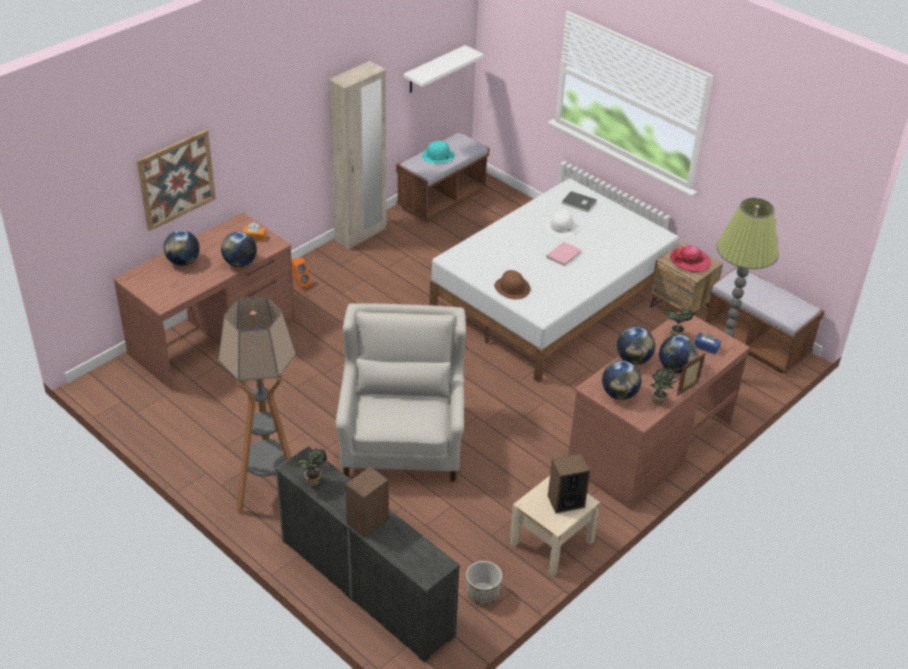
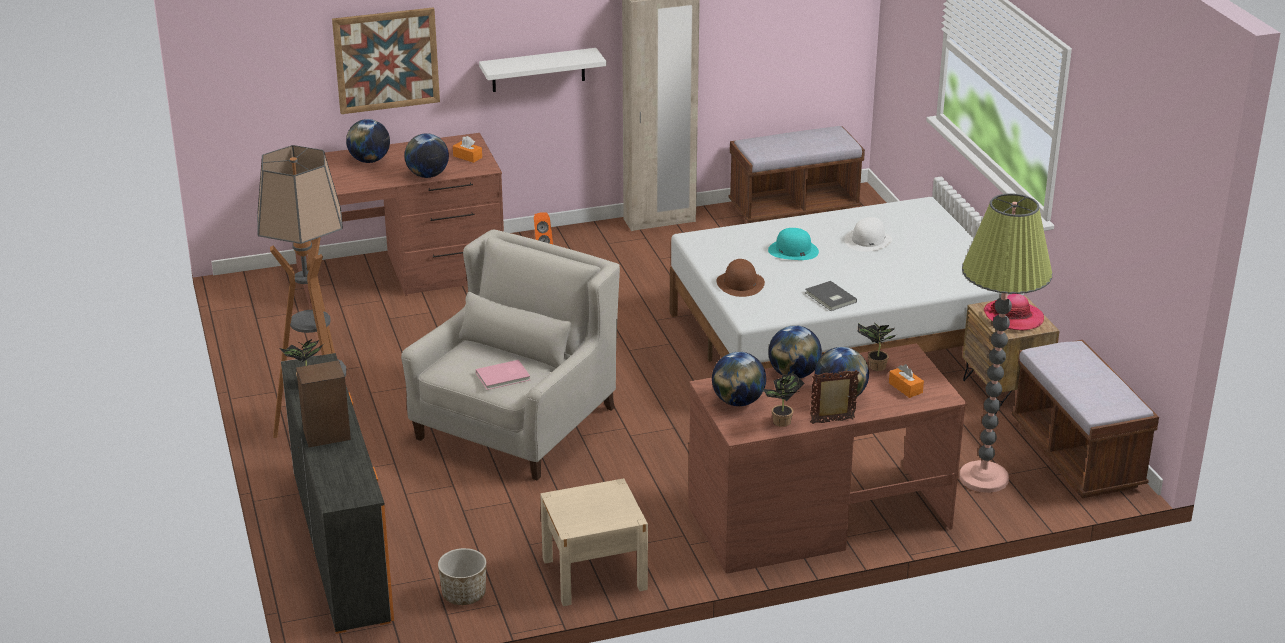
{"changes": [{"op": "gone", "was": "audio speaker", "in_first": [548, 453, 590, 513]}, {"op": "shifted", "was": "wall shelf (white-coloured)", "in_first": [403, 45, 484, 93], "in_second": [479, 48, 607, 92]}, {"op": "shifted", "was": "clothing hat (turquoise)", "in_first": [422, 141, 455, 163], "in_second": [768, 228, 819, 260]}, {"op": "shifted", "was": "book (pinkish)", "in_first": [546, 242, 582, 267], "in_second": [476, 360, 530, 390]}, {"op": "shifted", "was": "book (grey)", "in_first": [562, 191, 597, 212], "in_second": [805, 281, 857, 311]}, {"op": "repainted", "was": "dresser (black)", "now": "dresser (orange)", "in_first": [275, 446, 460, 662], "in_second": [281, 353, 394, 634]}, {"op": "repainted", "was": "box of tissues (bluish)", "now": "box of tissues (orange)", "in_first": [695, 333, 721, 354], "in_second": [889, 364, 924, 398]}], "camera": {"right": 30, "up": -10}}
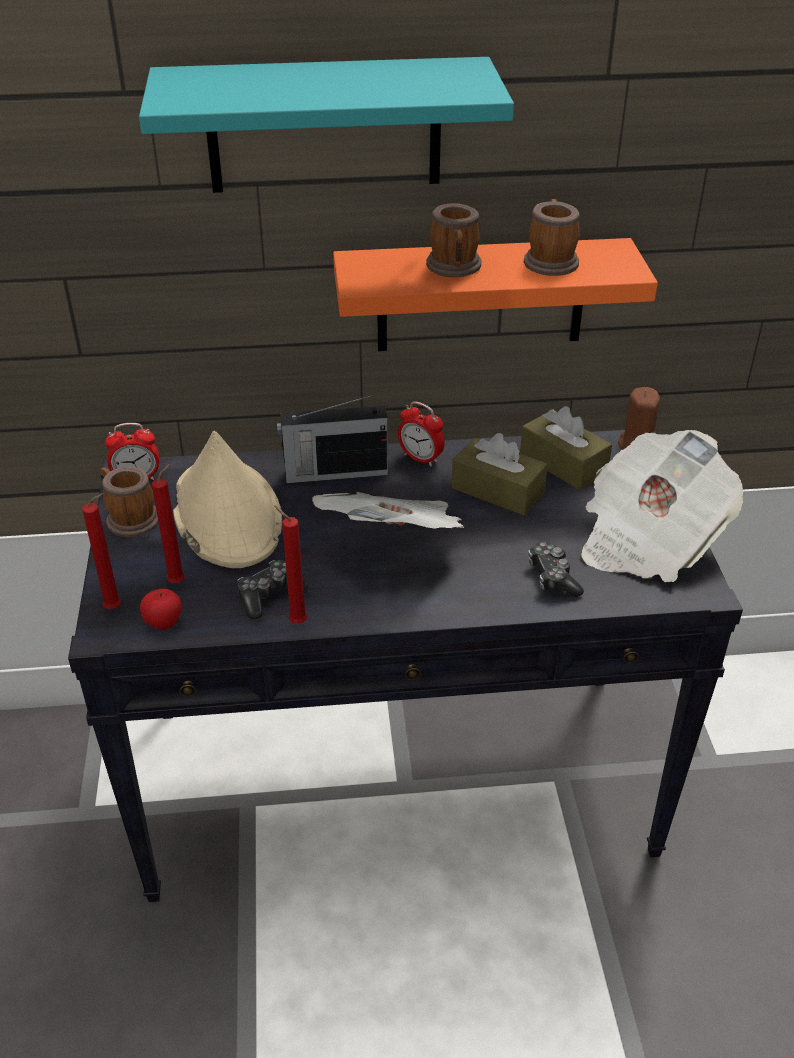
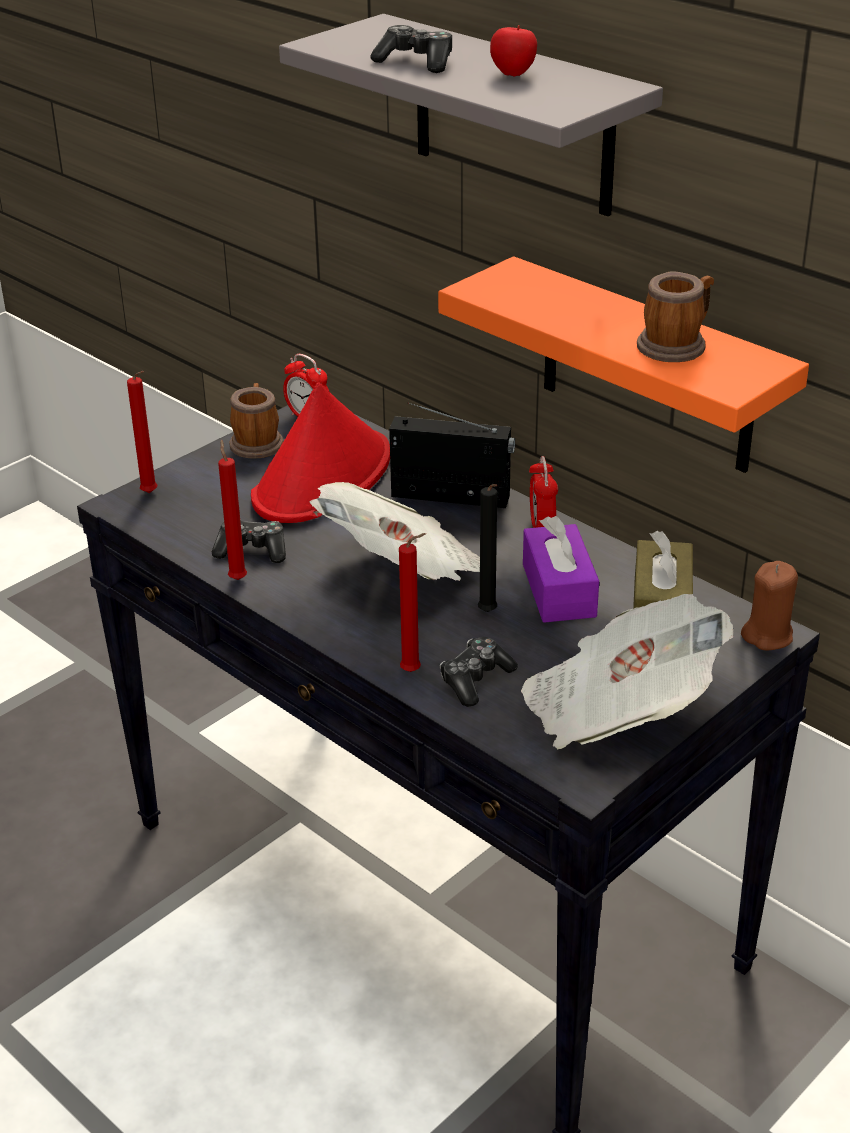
{"changes": [{"op": "gone", "was": "tea mug", "in_first": [426, 203, 481, 277]}, {"op": "new", "now": "game controller", "in_second": [370, 25, 452, 73]}, {"op": "new", "now": "wax candle (black)", "in_second": [478, 484, 497, 612]}, {"op": "shifted", "was": "apple fruit", "in_first": [140, 589, 182, 630], "in_second": [490, 25, 537, 77]}, {"op": "shifted", "was": "wax candle (red)", "in_first": [152, 464, 185, 583], "in_second": [399, 533, 426, 672]}, {"op": "repainted", "was": "wall shelf (turquoise)", "now": "wall shelf (grey)", "in_first": [139, 57, 514, 193], "in_second": [279, 14, 663, 216]}, {"op": "repainted", "was": "clothing hat (beige-coloured)", "now": "clothing hat (red)", "in_first": [173, 431, 282, 568], "in_second": [251, 382, 390, 523]}, {"op": "repainted", "was": "box of tissues (brown-coloured)", "now": "box of tissues (purple)", "in_first": [451, 433, 548, 516], "in_second": [523, 516, 599, 623]}, {"op": "rotated", "was": "radio", "in_first": [277, 395, 388, 483], "in_second": [389, 403, 515, 508], "clockwise": 150}], "camera": {"right": 50, "up": -5}}
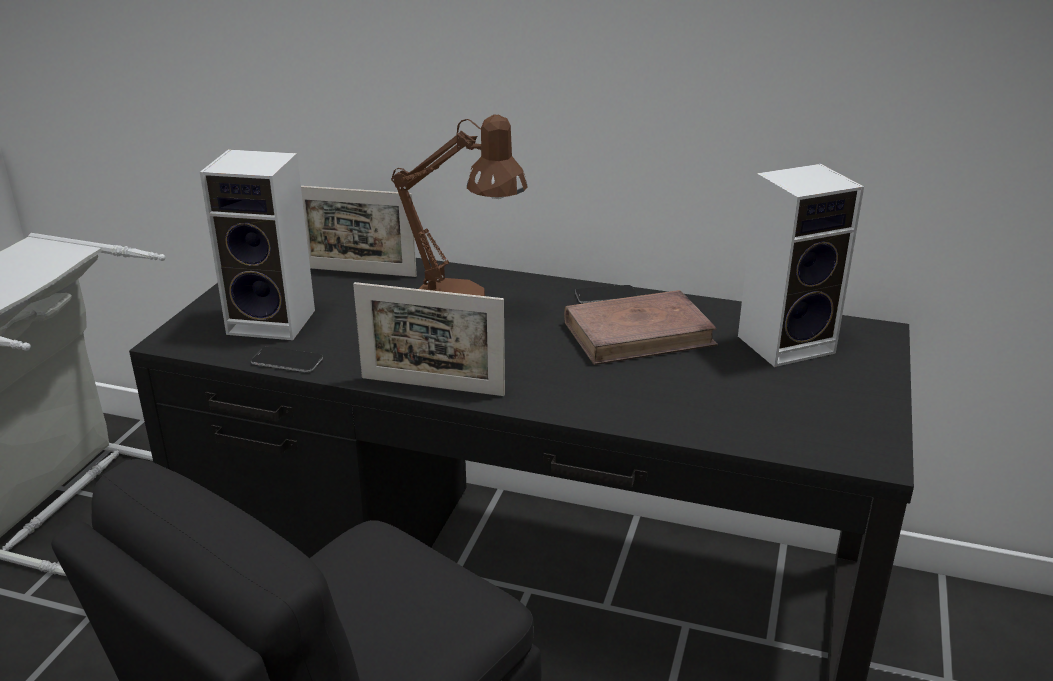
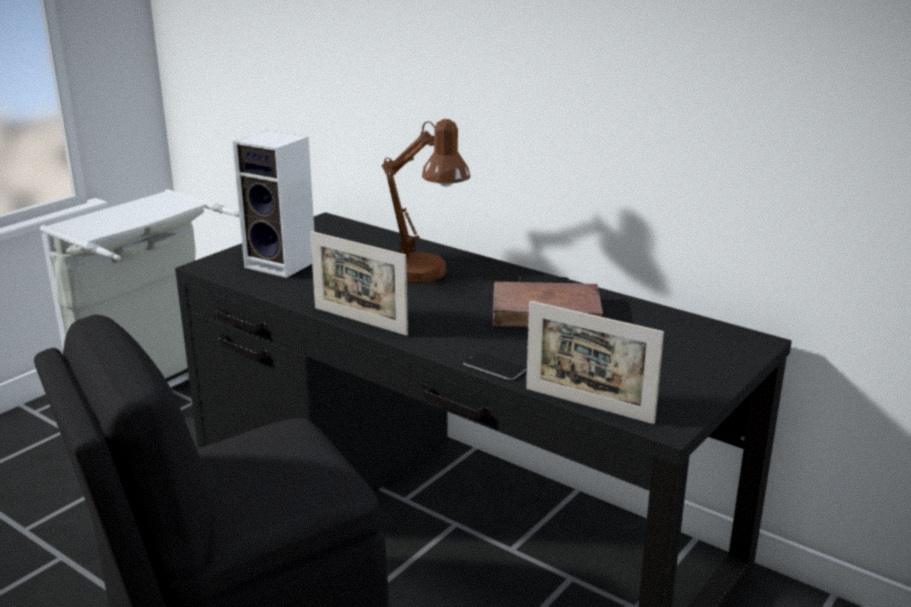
{"changes": [{"op": "gone", "was": "audio speaker", "in_first": [738, 164, 864, 367]}, {"op": "shifted", "was": "telephone", "in_first": [251, 347, 323, 372], "in_second": [463, 352, 526, 380]}, {"op": "shifted", "was": "picture frame", "in_first": [301, 186, 417, 277], "in_second": [526, 301, 664, 424]}], "camera": {"right": 20, "up": -5}}
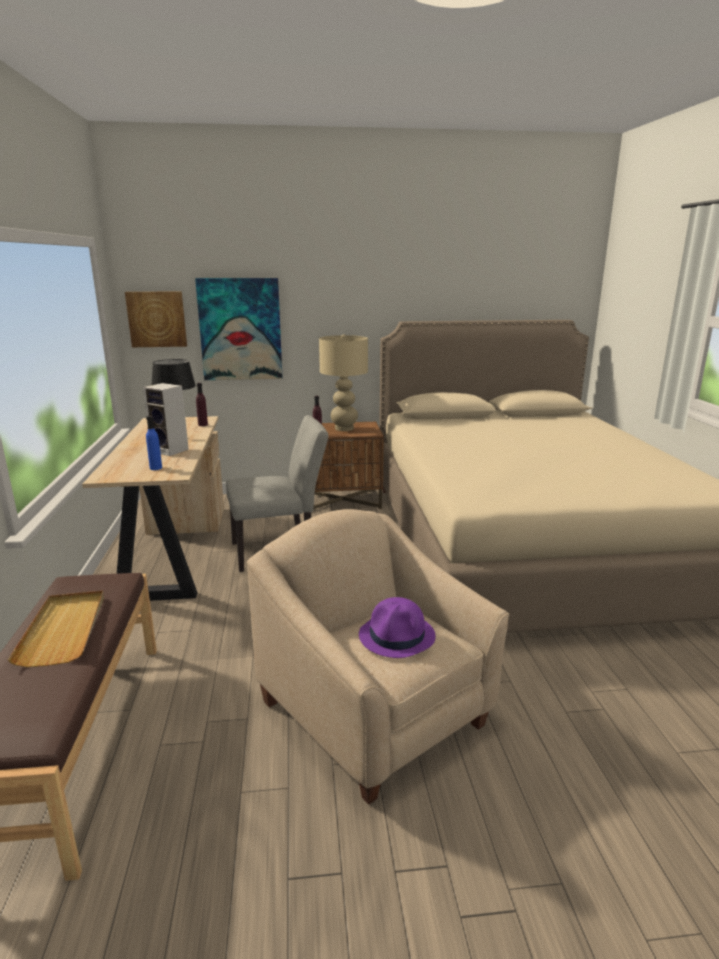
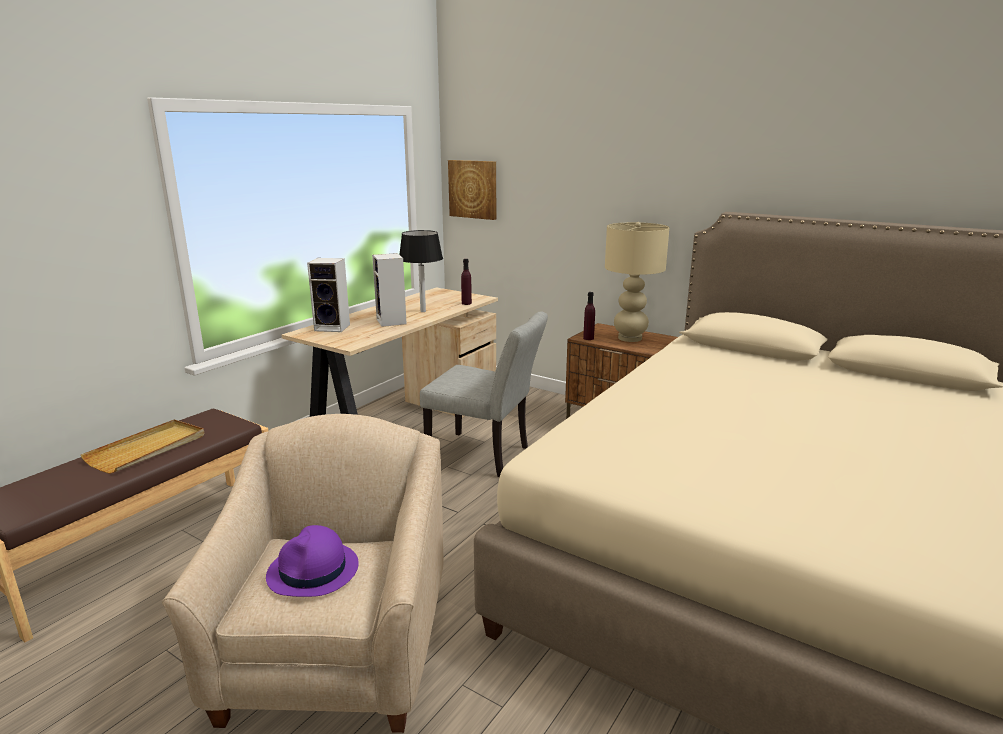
{"changes": [{"op": "gone", "was": "drink bottle (bluish)", "in_first": [146, 416, 162, 470]}, {"op": "gone", "was": "wall art", "in_first": [195, 278, 283, 380]}, {"op": "new", "now": "audio speaker", "in_second": [307, 258, 350, 332]}], "camera": {"right": 40, "up": 0}}
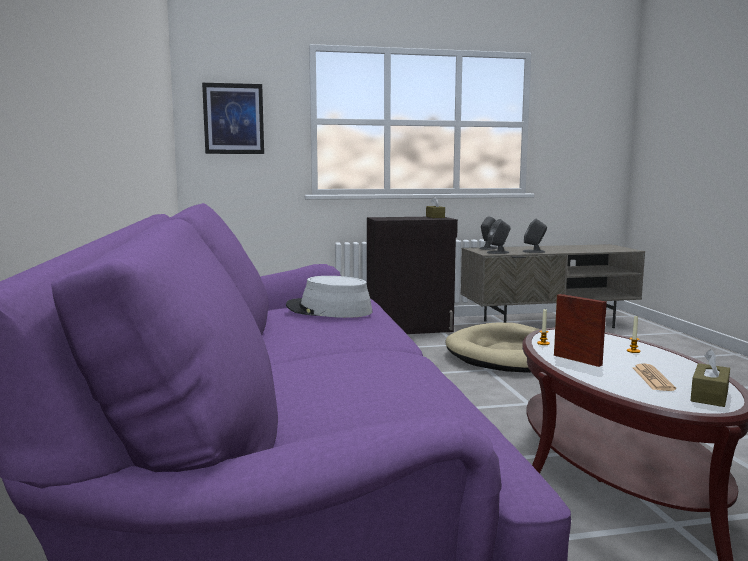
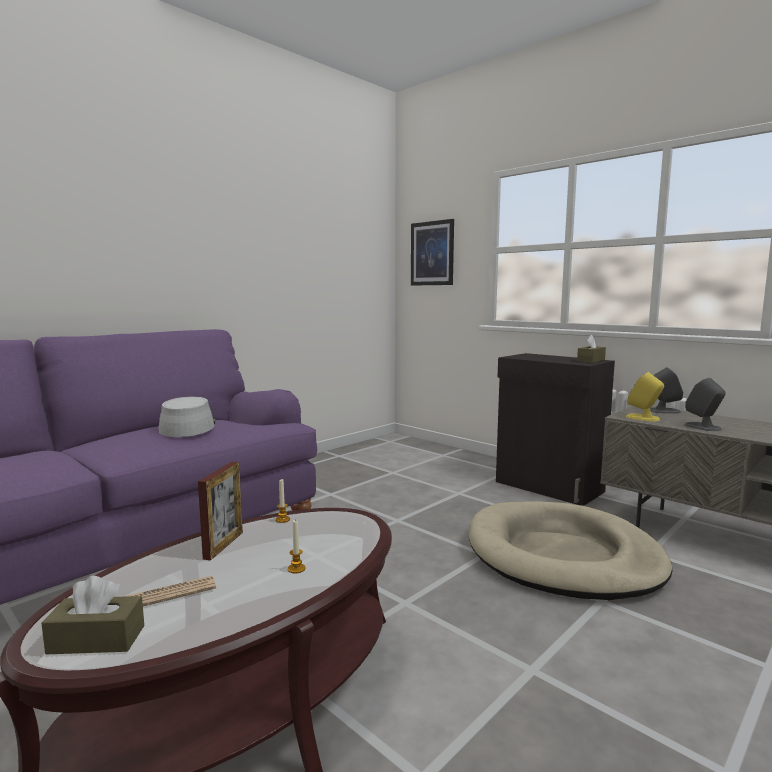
{"changes": [{"op": "repainted", "was": "audio speaker (grey)", "now": "audio speaker (yellow)", "in_first": [487, 219, 511, 254], "in_second": [626, 372, 664, 421]}], "camera": {"right": 55, "up": 0}}
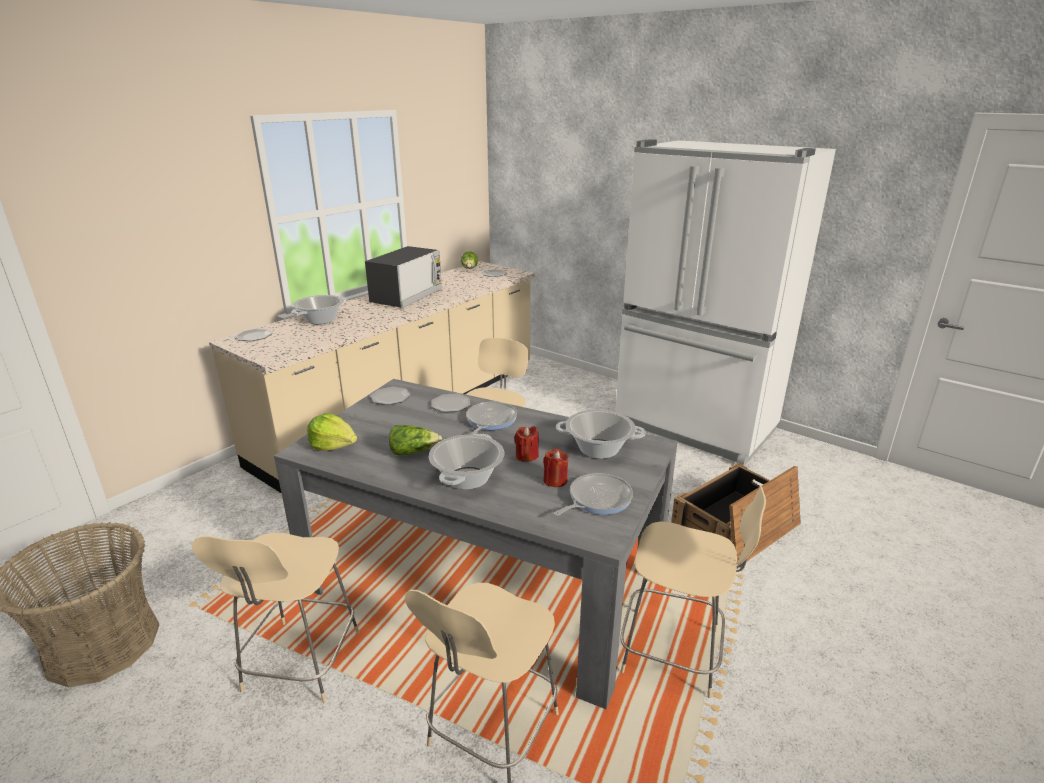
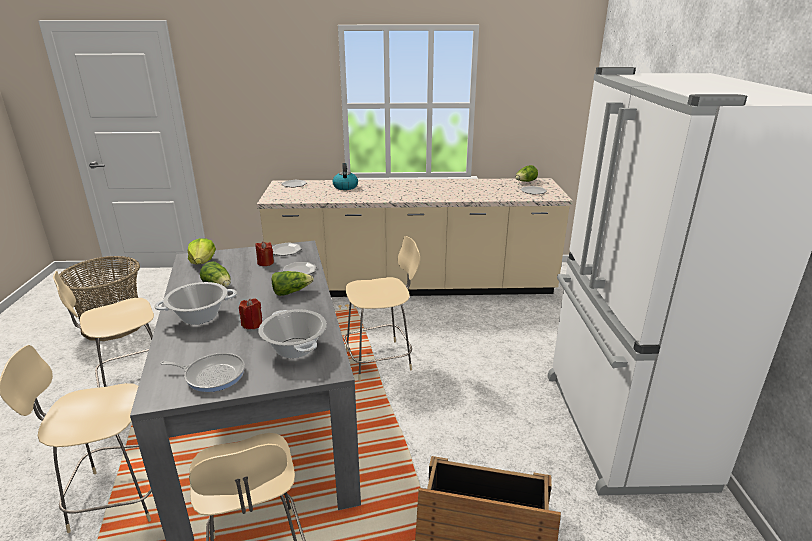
{"changes": [{"op": "gone", "was": "microwave", "in_first": [365, 246, 442, 308]}, {"op": "shifted", "was": "wax candle (red)", "in_first": [543, 449, 569, 487], "in_second": [255, 241, 274, 266]}, {"op": "swapped", "was": "stockpot", "now": "water kettle", "in_first": [291, 295, 345, 324], "in_second": [332, 163, 358, 190]}, {"op": "swapped", "was": "skillet", "now": "lettuce head", "in_first": [466, 402, 517, 435], "in_second": [272, 271, 314, 296]}], "camera": {"right": 50, "up": 0}}
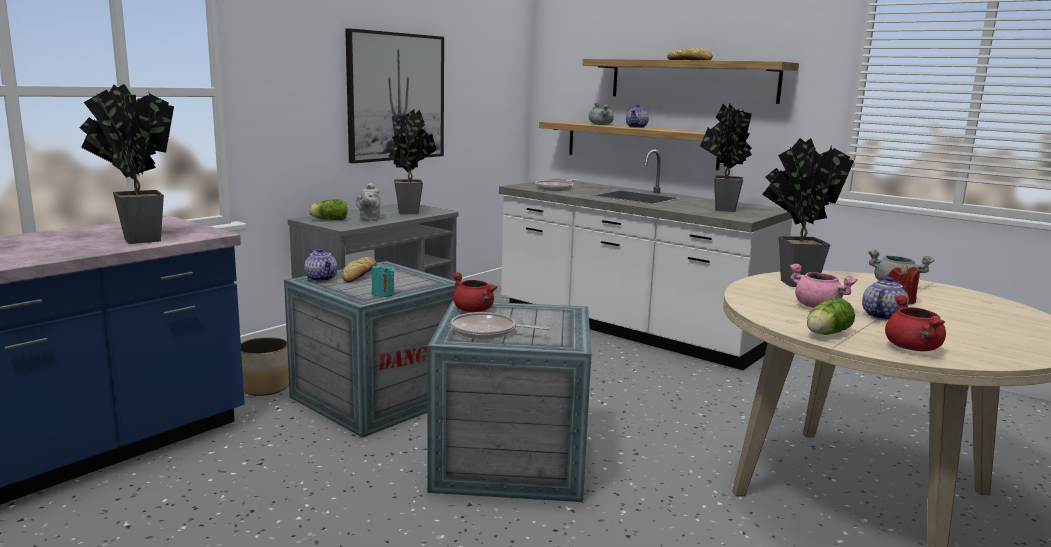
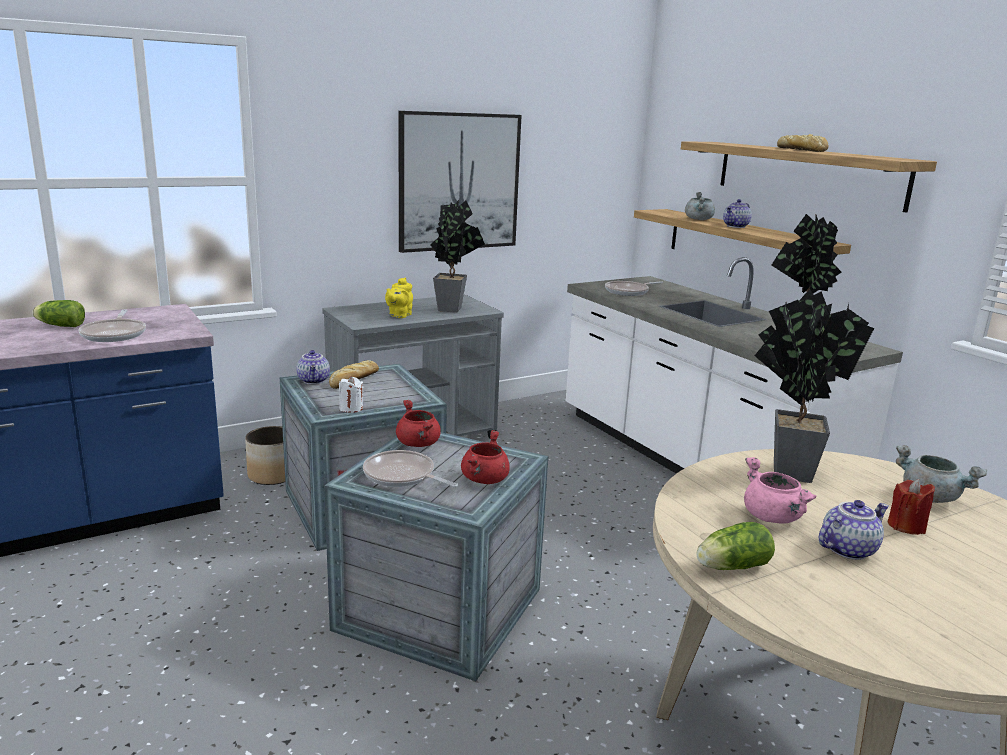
{"changes": [{"op": "shifted", "was": "lettuce head", "in_first": [309, 199, 347, 220], "in_second": [33, 300, 85, 327]}, {"op": "shifted", "was": "stockpot (red)", "in_first": [885, 295, 946, 351], "in_second": [461, 430, 510, 484]}, {"op": "swapped", "was": "potted plant", "now": "skillet", "in_first": [80, 84, 174, 244], "in_second": [78, 310, 146, 342]}, {"op": "repainted", "was": "tea pot (grey)", "now": "tea pot (yellow)", "in_first": [356, 183, 381, 221], "in_second": [385, 277, 413, 318]}, {"op": "repainted", "was": "wax candle (turquoise)", "now": "wax candle (white-coloured)", "in_first": [371, 262, 395, 297], "in_second": [339, 376, 363, 413]}], "camera": {"right": 20, "up": 5}}
